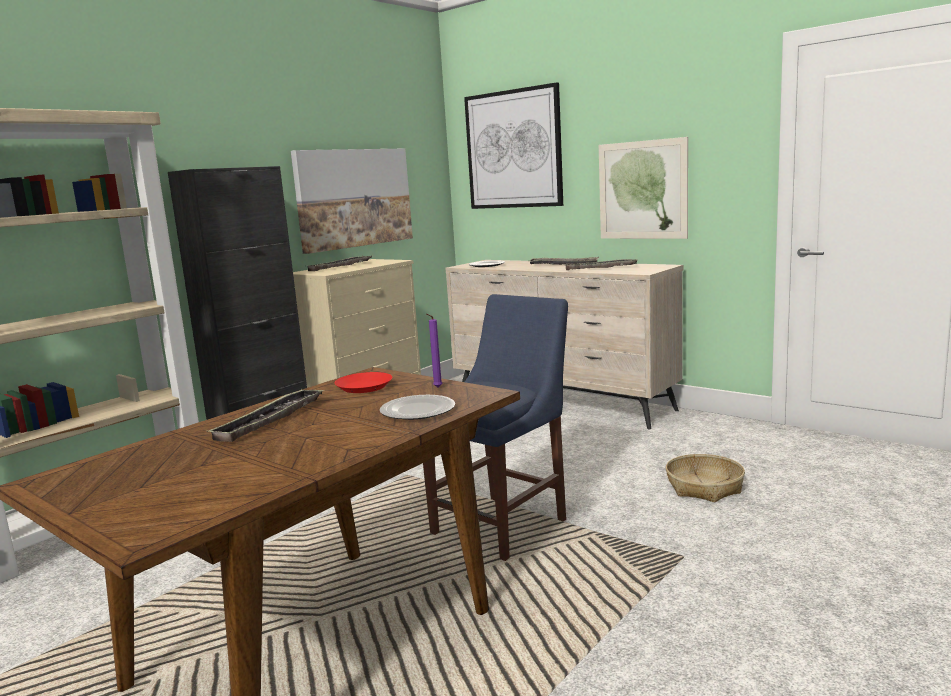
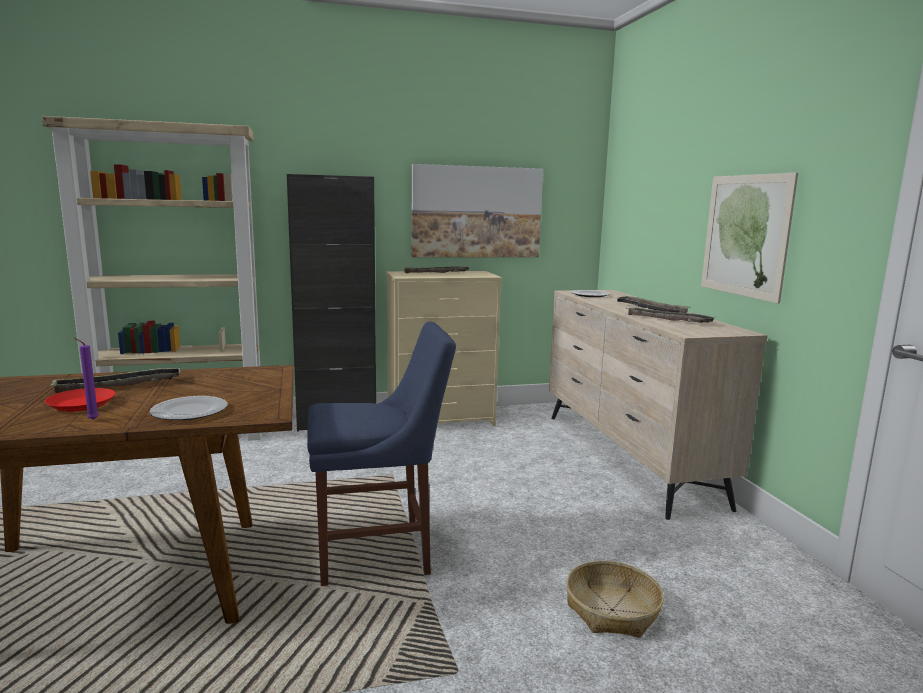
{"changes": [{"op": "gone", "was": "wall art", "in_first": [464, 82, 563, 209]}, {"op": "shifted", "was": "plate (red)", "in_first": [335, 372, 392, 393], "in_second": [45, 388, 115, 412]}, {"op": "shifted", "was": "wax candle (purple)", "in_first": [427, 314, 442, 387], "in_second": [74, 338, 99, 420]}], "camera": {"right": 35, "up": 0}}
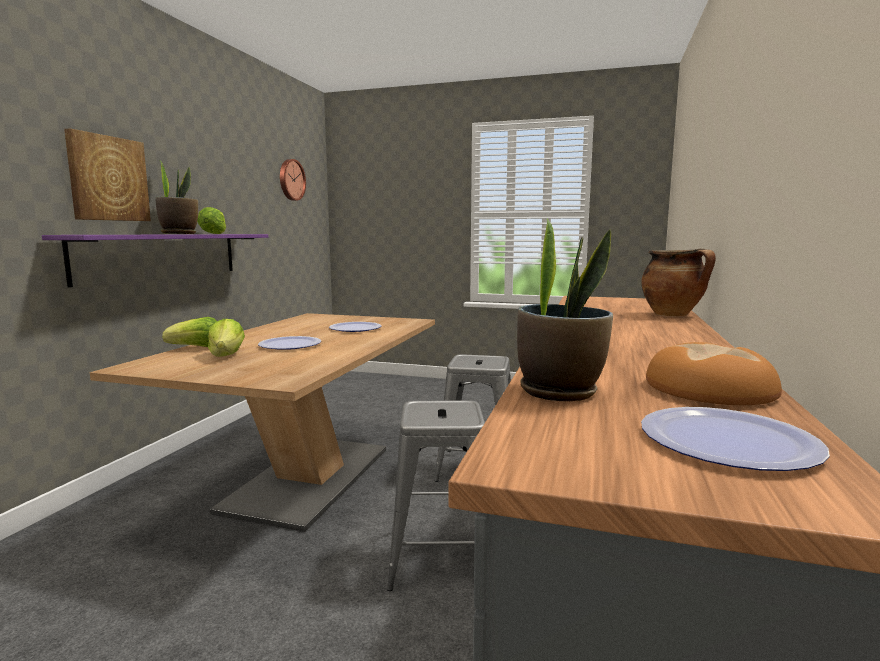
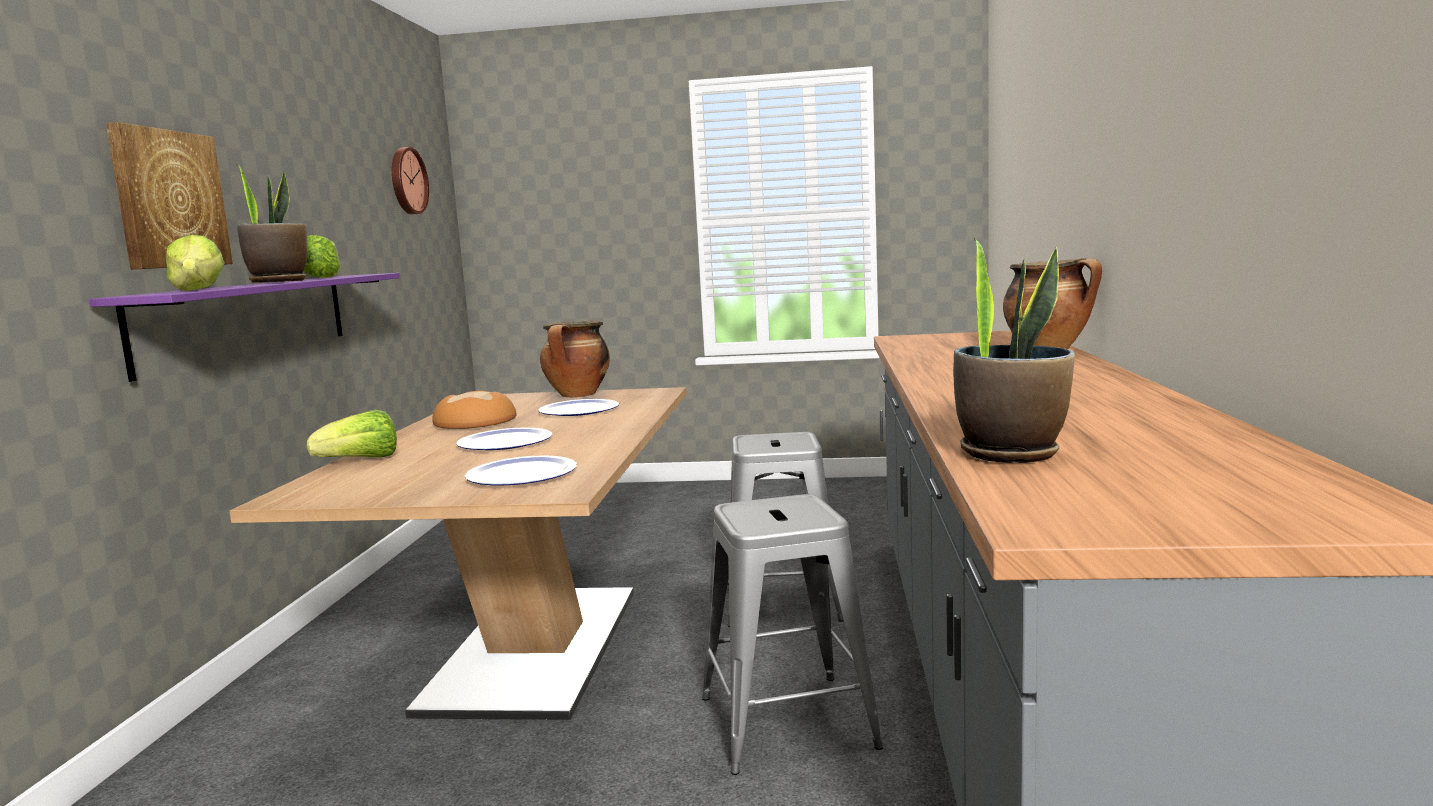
{"changes": [{"op": "new", "now": "stockpot", "in_second": [540, 321, 610, 397]}, {"op": "shifted", "was": "lettuce head", "in_first": [208, 319, 245, 357], "in_second": [166, 235, 225, 291]}, {"op": "shifted", "was": "plate", "in_first": [641, 407, 830, 471], "in_second": [465, 455, 577, 486]}, {"op": "shifted", "was": "bread", "in_first": [646, 342, 782, 405], "in_second": [432, 391, 516, 429]}], "camera": {"right": -10, "up": 0}}
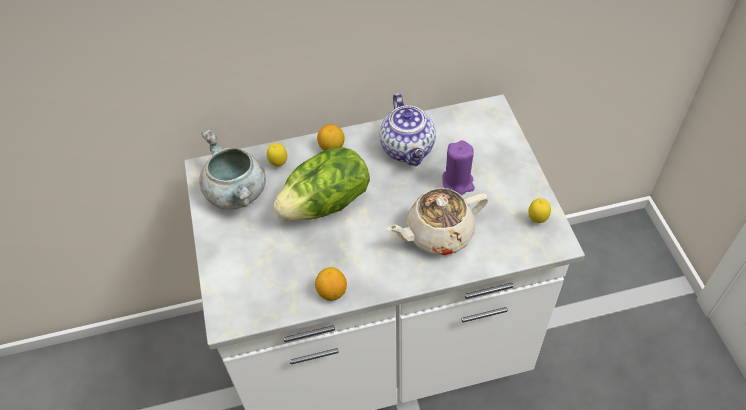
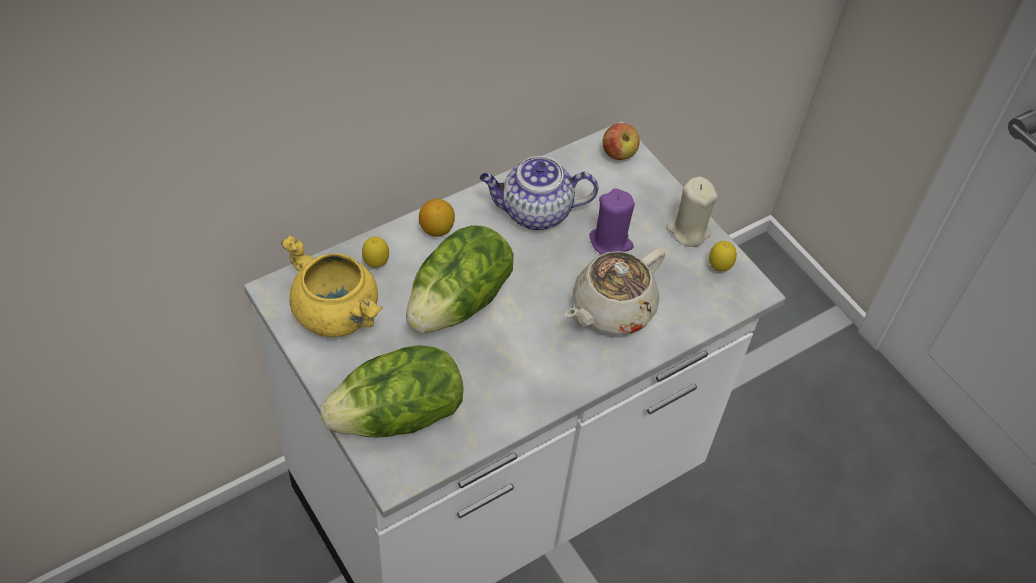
{"changes": [{"op": "gone", "was": "lemon", "in_first": [315, 267, 347, 301]}, {"op": "new", "now": "lettuce head", "in_second": [320, 345, 463, 438]}, {"op": "new", "now": "apple fruit", "in_second": [602, 123, 640, 160]}, {"op": "new", "now": "wax candle (beige-coloured)", "in_second": [666, 177, 718, 247]}, {"op": "repainted", "was": "stockpot (grey)", "now": "stockpot (yellow)", "in_first": [199, 129, 266, 210], "in_second": [281, 235, 383, 337]}, {"op": "rotated", "was": "tea pot", "in_first": [380, 93, 436, 166], "in_second": [479, 156, 599, 230], "clockwise": 120}], "camera": {"right": -25, "up": 0}}
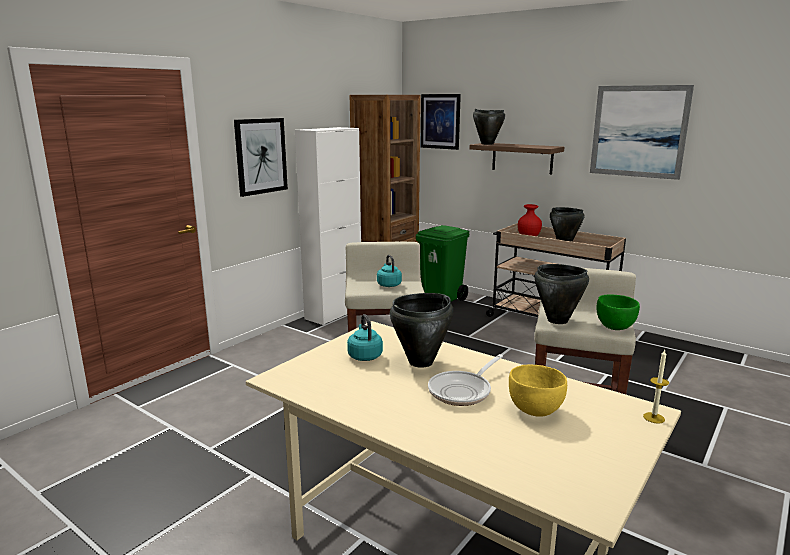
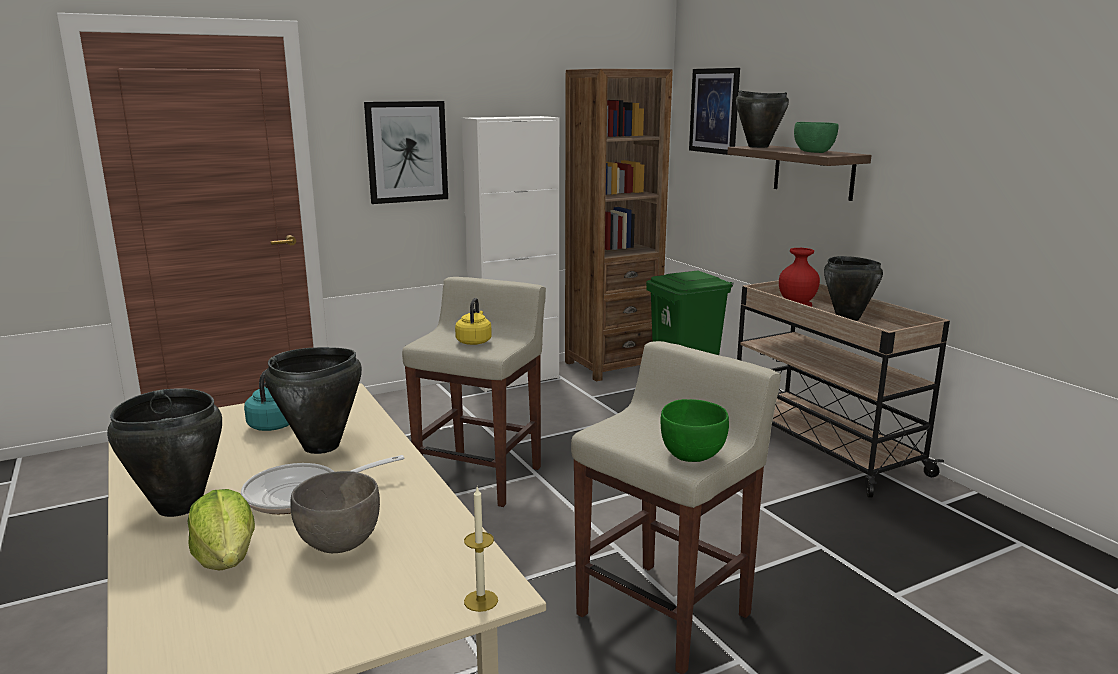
{"changes": [{"op": "gone", "was": "wall art", "in_first": [590, 85, 694, 180]}, {"op": "new", "now": "lettuce head", "in_second": [188, 489, 255, 570]}, {"op": "new", "now": "serving bowl (greenish)", "in_second": [794, 122, 838, 153]}, {"op": "shifted", "was": "stockpot (black)", "in_first": [534, 264, 589, 324], "in_second": [107, 388, 222, 517]}, {"op": "repainted", "was": "water kettle (turquoise)", "now": "water kettle (yellow)", "in_first": [377, 255, 402, 287], "in_second": [455, 298, 492, 345]}, {"op": "repainted", "was": "serving bowl (yellow)", "now": "serving bowl (grey)", "in_first": [509, 364, 567, 417], "in_second": [290, 471, 380, 553]}], "camera": {"right": 25, "up": 0}}
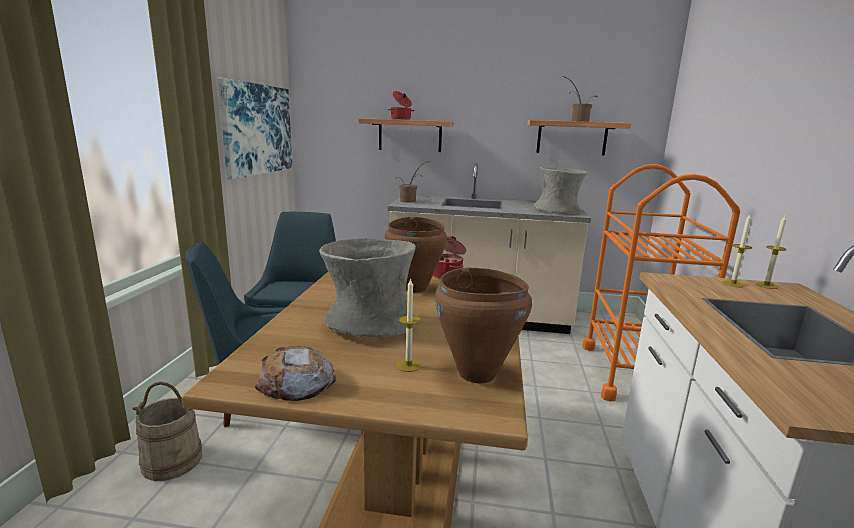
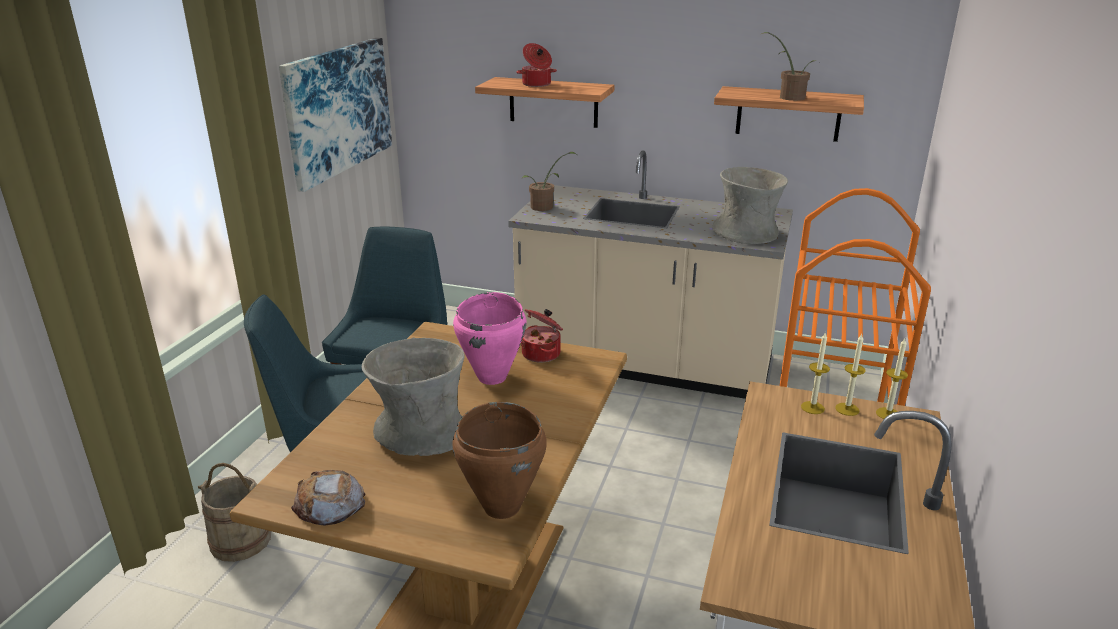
{"changes": [{"op": "shifted", "was": "wax candle", "in_first": [396, 278, 421, 372], "in_second": [801, 332, 830, 414]}, {"op": "repainted", "was": "stockpot (brown-coloured)", "now": "stockpot (pinkish)", "in_first": [385, 217, 447, 293], "in_second": [453, 292, 526, 385]}], "camera": {"right": 10, "up": 10}}
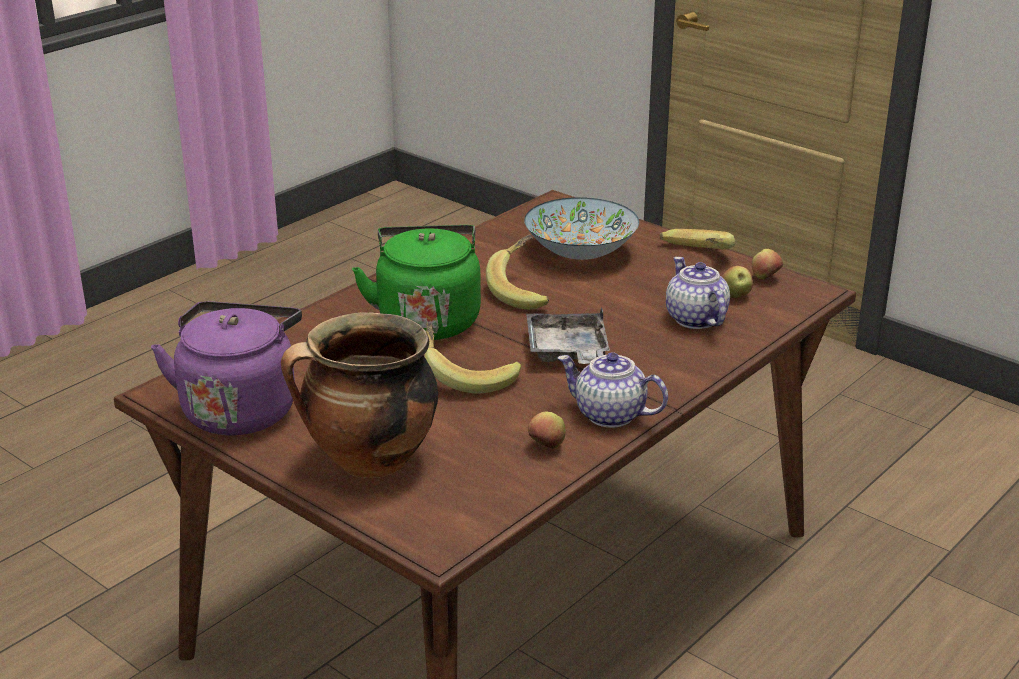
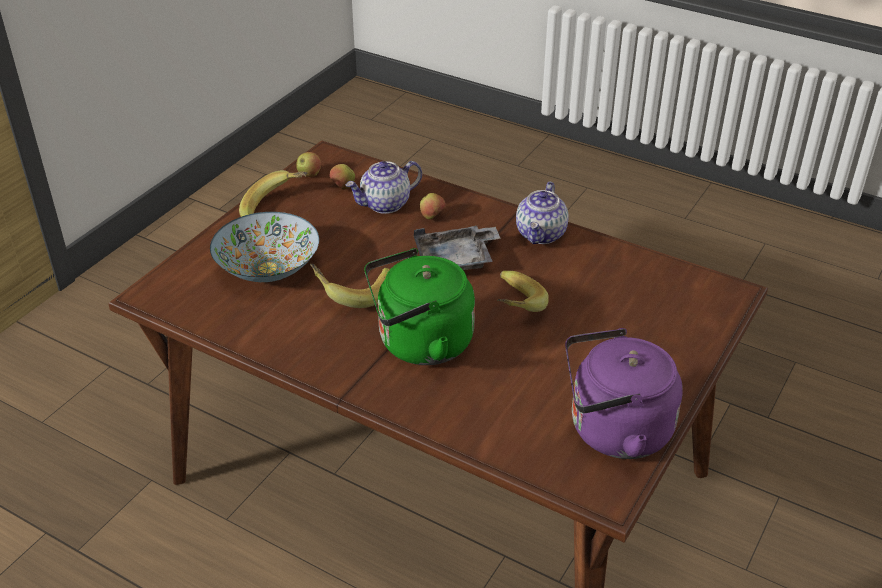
{"changes": [{"op": "gone", "was": "stockpot", "in_first": [281, 312, 438, 478]}, {"op": "shifted", "was": "apple fruit", "in_first": [528, 411, 566, 449], "in_second": [420, 193, 446, 219]}], "camera": {"right": -100, "up": 10}}
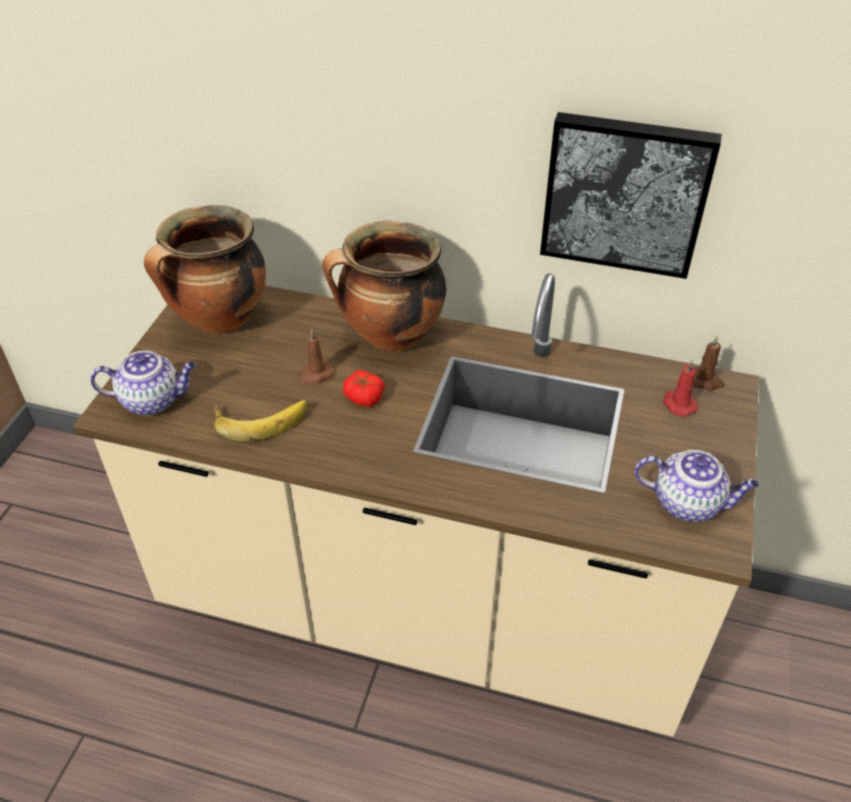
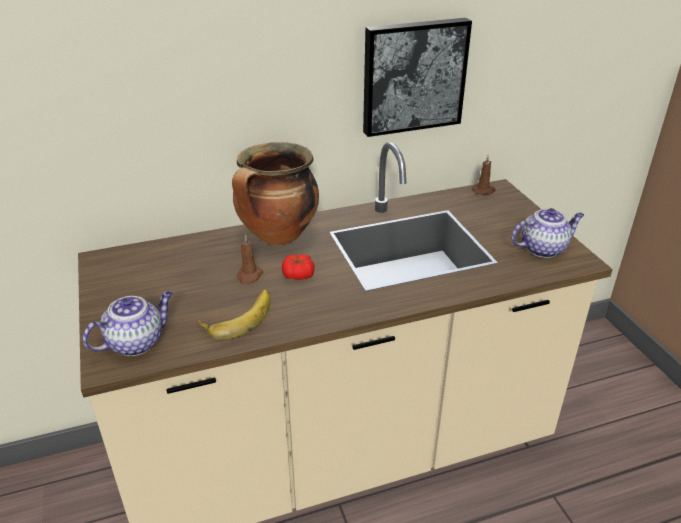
{"changes": [{"op": "gone", "was": "stockpot", "in_first": [144, 205, 266, 334]}, {"op": "gone", "was": "wax candle (red)", "in_first": [663, 360, 698, 416]}], "camera": {"right": -35, "up": -10}}
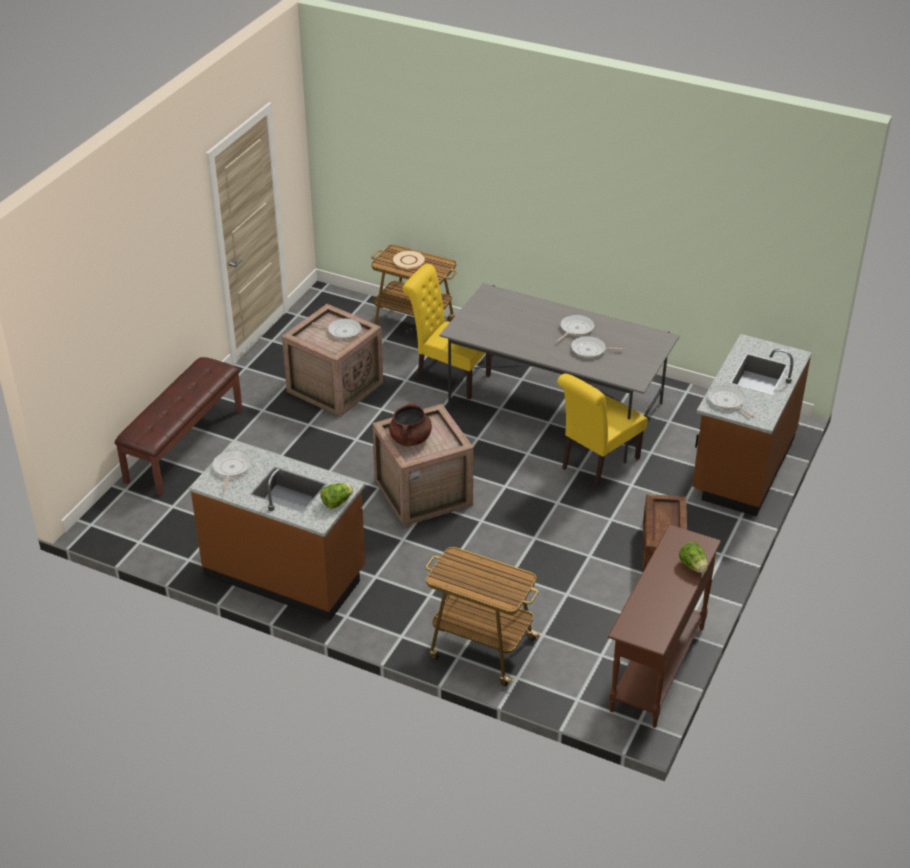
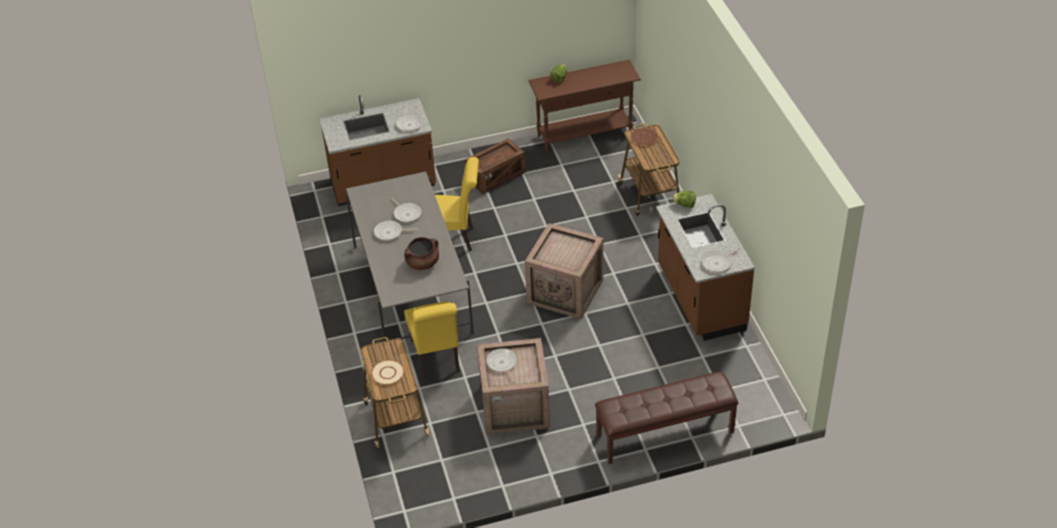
{"changes": [{"op": "new", "now": "plate (brown-coloured)", "in_second": [630, 128, 658, 146]}, {"op": "shifted", "was": "stockpot (brown-coloured)", "in_first": [389, 402, 432, 447], "in_second": [404, 237, 439, 270]}], "camera": {"right": -130, "up": 5}}
